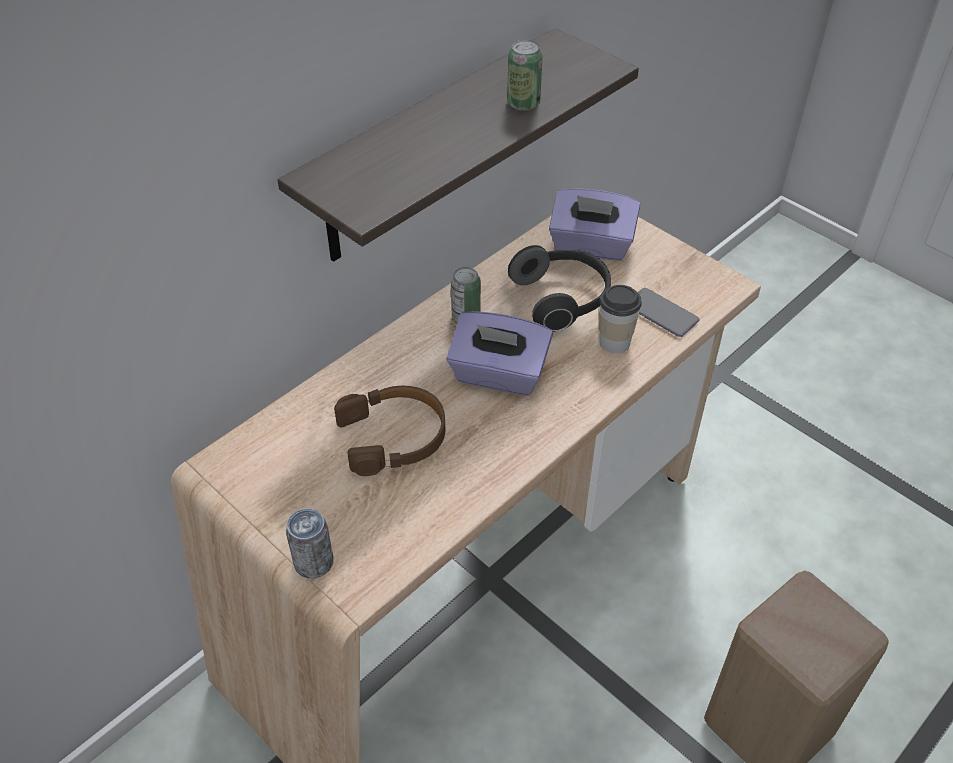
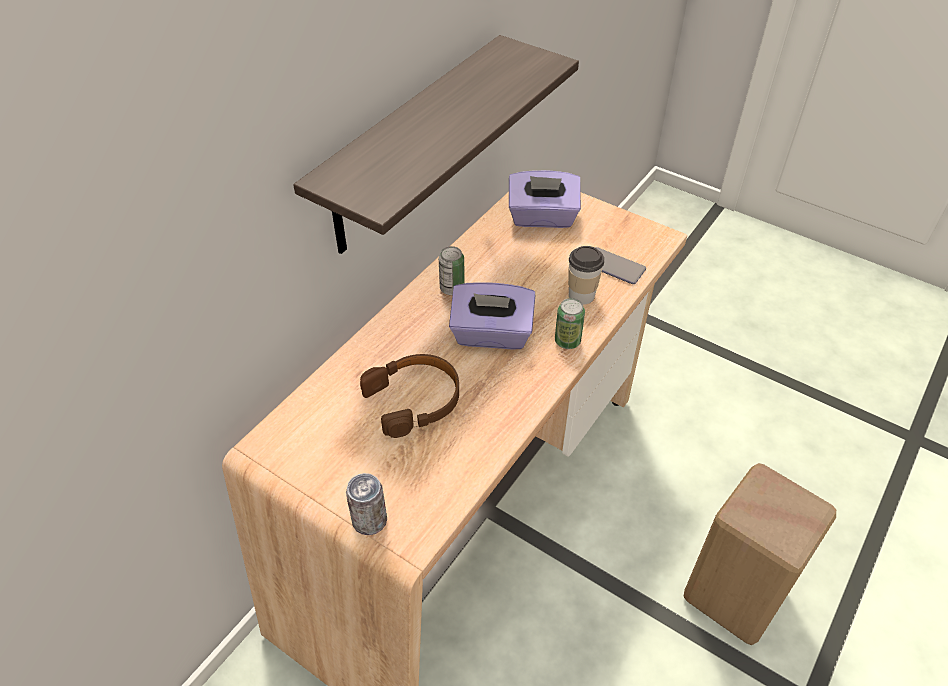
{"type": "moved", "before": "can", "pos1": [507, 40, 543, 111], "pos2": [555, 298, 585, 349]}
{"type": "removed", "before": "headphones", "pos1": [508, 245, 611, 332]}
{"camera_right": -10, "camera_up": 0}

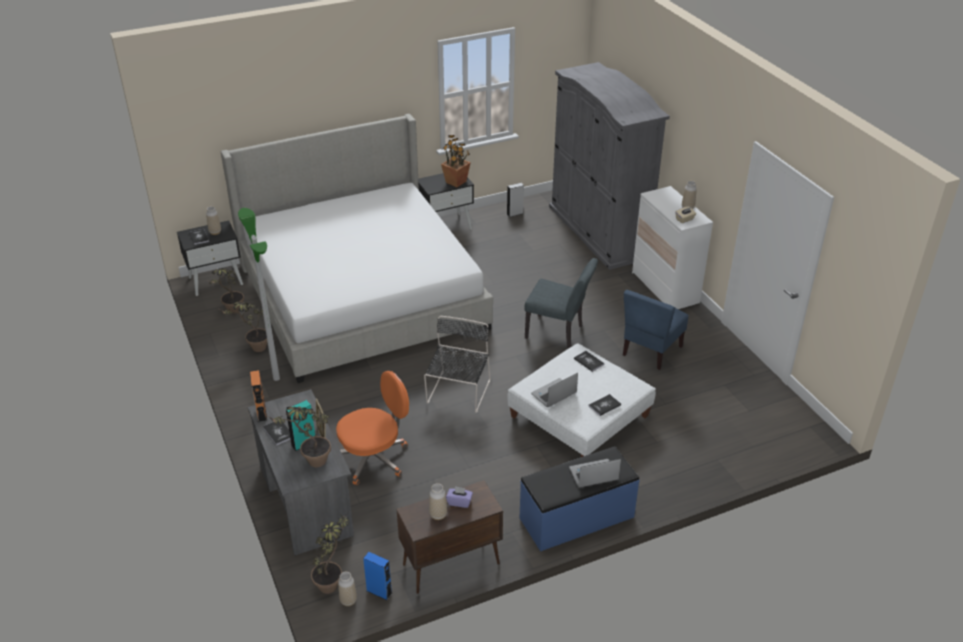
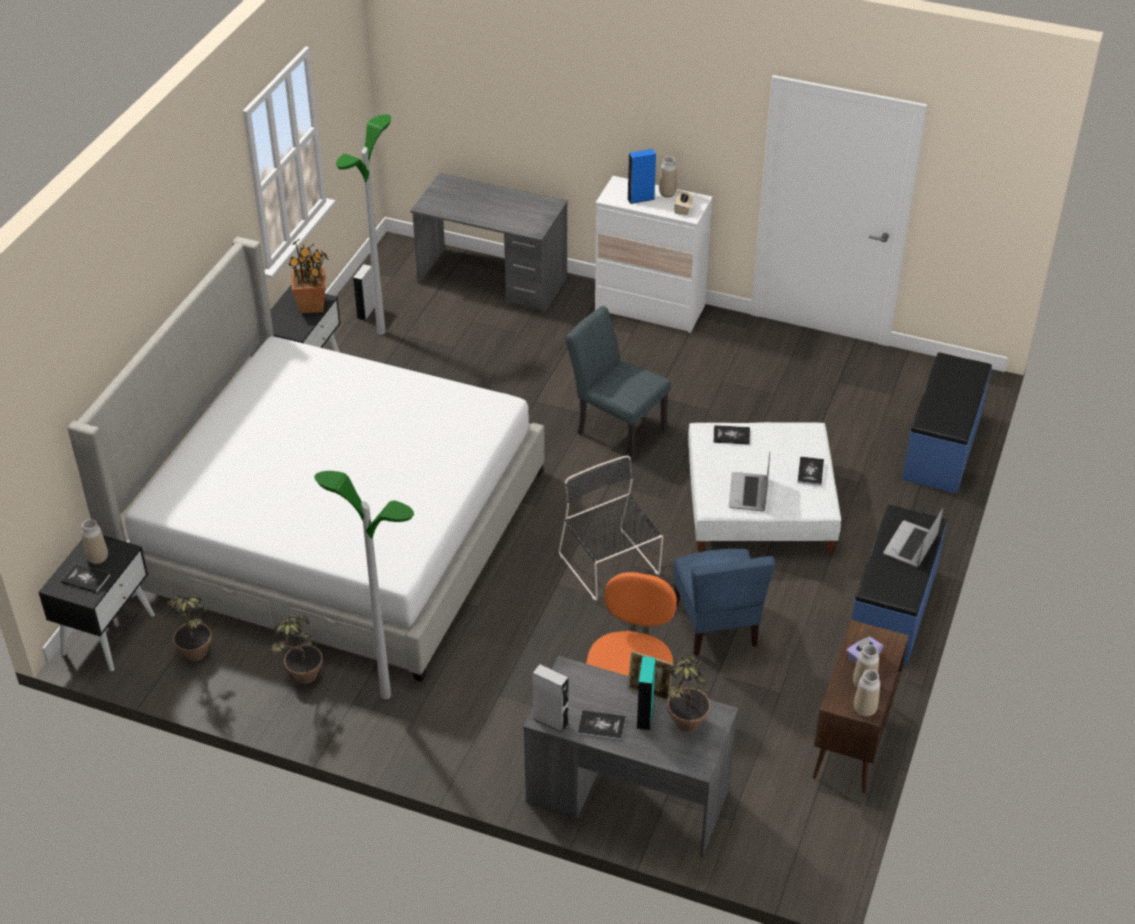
{"type": "recoloured", "before": "speaker (orange)", "after": "speaker (grey)", "pos1": [250, 370, 267, 422], "pos2": [532, 664, 569, 733]}
{"type": "removed", "before": "potted plant", "pos1": [311, 513, 349, 594]}
{"type": "moved", "before": "vase", "pos1": [338, 572, 357, 606], "pos2": [854, 669, 880, 717]}
{"type": "moved", "before": "speaker (blue)", "pos1": [363, 552, 392, 600], "pos2": [627, 149, 656, 204]}
{"type": "turned", "before": "chair (grey)", "pos1": [524, 258, 598, 349], "pos2": [565, 306, 671, 462], "turn": -120}
{"type": "replaced", "before": "wardrobe (grey)", "after": "desk (grey)", "pos1": [549, 62, 670, 270], "pos2": [410, 173, 568, 313]}
{"type": "moved", "before": "chair (blue)", "pos1": [623, 290, 689, 370], "pos2": [673, 549, 776, 656]}
{"type": "added", "after": "floor lamp", "pos2": [336, 114, 391, 335]}
{"type": "added", "after": "bench (blue)", "pos2": [902, 352, 992, 494]}
{"camera_right": -45, "camera_up": 5}

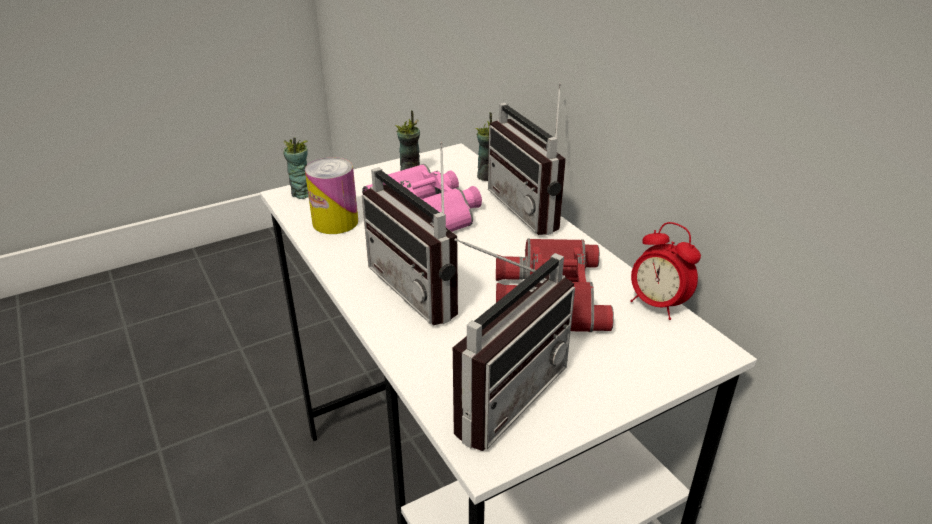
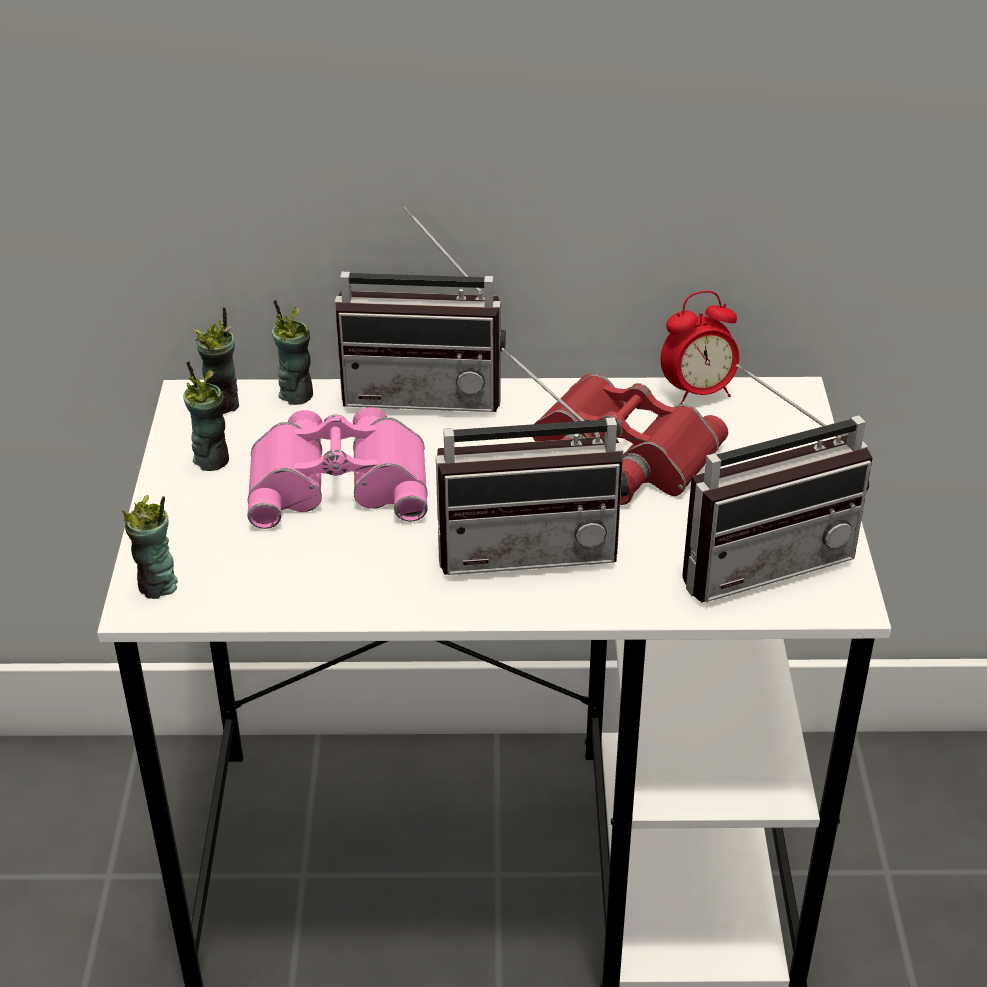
{"type": "removed", "before": "can", "pos1": [305, 157, 358, 234]}
{"type": "turned", "before": "radio", "pos1": [453, 238, 575, 451], "pos2": [682, 364, 873, 603], "turn": 90}
{"type": "added", "after": "cup", "pos2": [194, 307, 239, 414]}
{"camera_right": -60, "camera_up": 5}

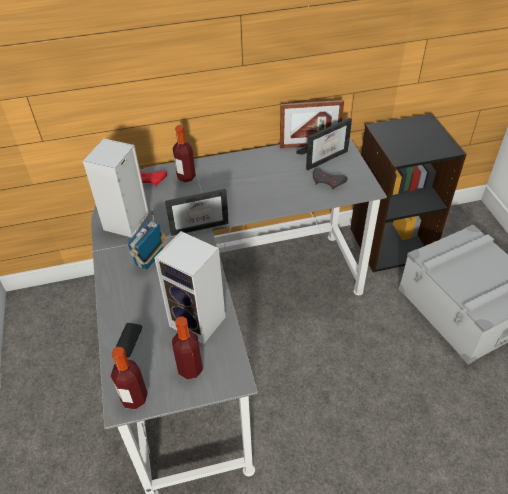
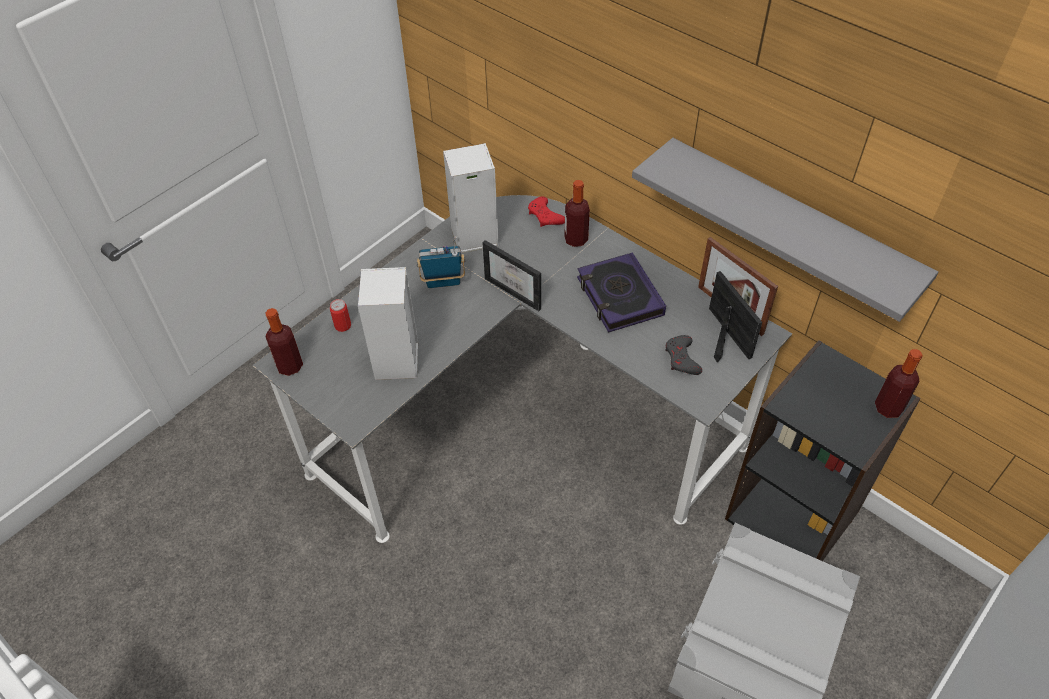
{"type": "replaced", "before": "phone", "after": "can", "pos1": [115, 323, 142, 357], "pos2": [330, 299, 351, 332]}
{"type": "moved", "before": "bottle", "pos1": [172, 316, 203, 379], "pos2": [875, 349, 923, 418]}
{"type": "turned", "before": "picture frame", "pos1": [296, 118, 352, 170], "pos2": [709, 271, 762, 363], "turn": -135}
{"type": "added", "after": "book", "pos2": [577, 252, 666, 333]}
{"type": "added", "after": "shelf (grey)", "pos2": [632, 138, 938, 322]}
{"camera_right": 55, "camera_up": 5}

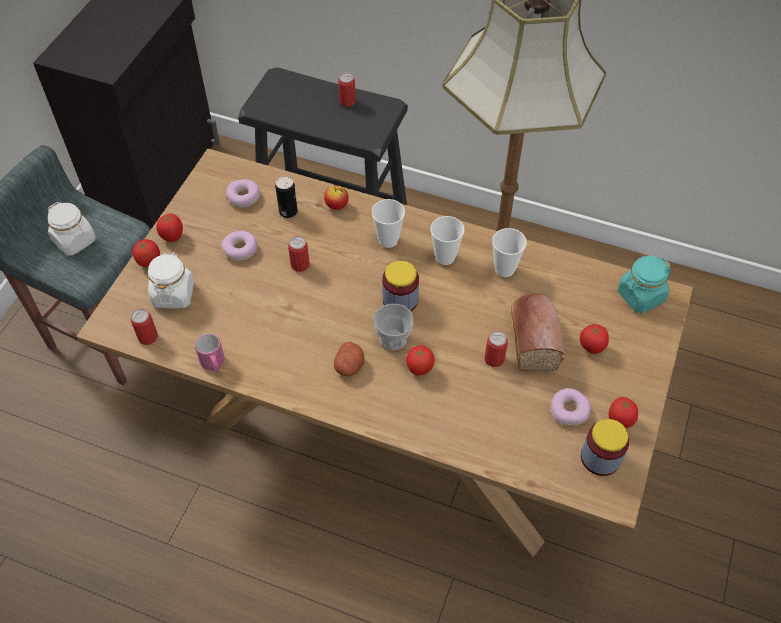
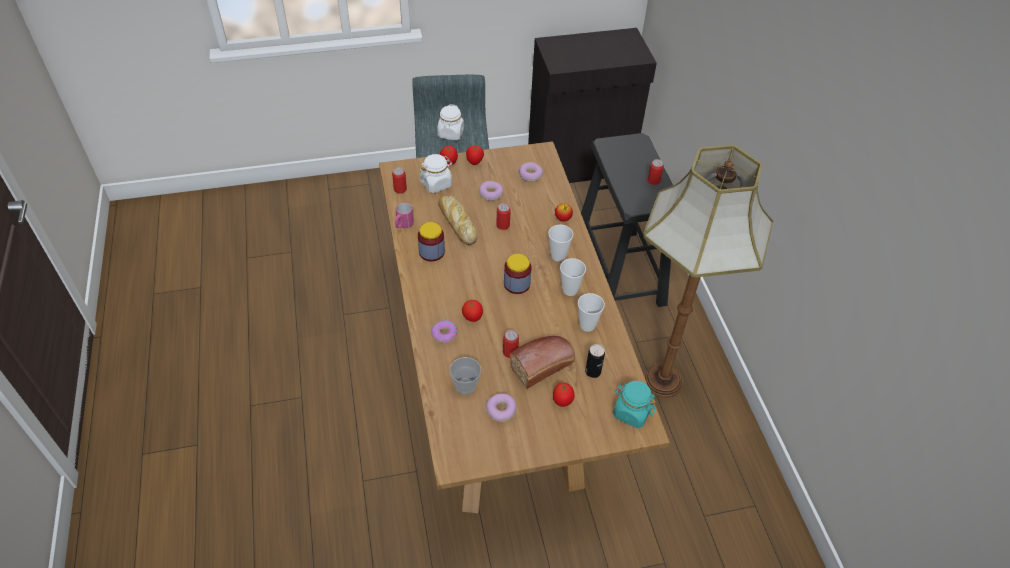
{"type": "moved", "before": "can", "pos1": [275, 176, 298, 218], "pos2": [585, 344, 605, 378]}
{"type": "removed", "before": "potato", "pos1": [334, 342, 364, 376]}
{"type": "moved", "before": "cup", "pos1": [374, 304, 414, 350], "pos2": [449, 357, 481, 394]}
{"type": "moved", "before": "jar", "pos1": [581, 419, 629, 476], "pos2": [418, 222, 445, 262]}
{"type": "removed", "before": "tomato", "pos1": [608, 397, 638, 428]}
{"type": "added", "after": "donut", "pos2": [431, 320, 457, 343]}
{"type": "added", "after": "bread", "pos2": [438, 196, 478, 245]}
{"camera_right": 55, "camera_up": -5}

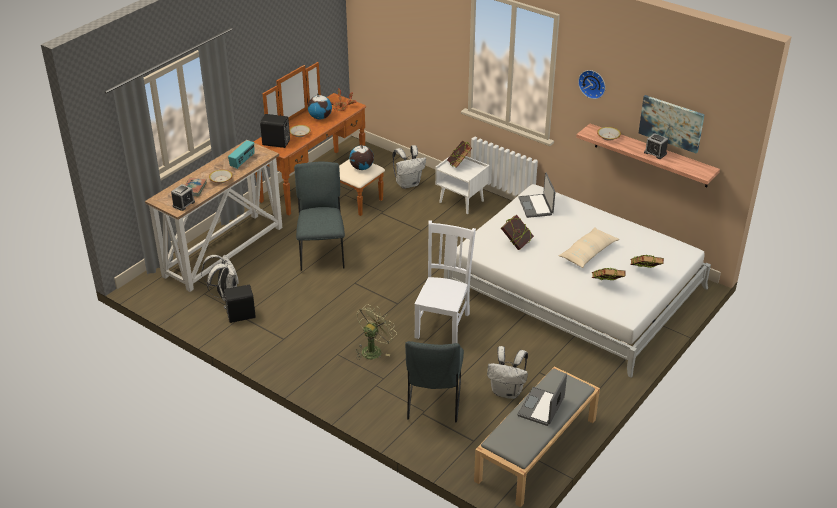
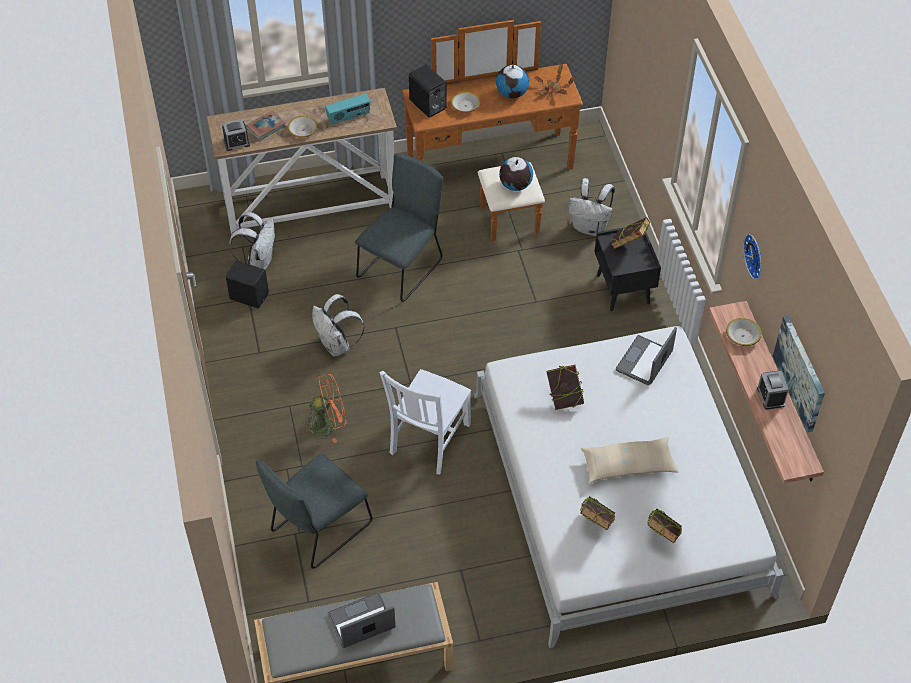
{"type": "recoloured", "before": "fan (green)", "after": "fan (orange)", "pos1": [355, 304, 397, 360], "pos2": [301, 374, 347, 443]}
{"type": "turned", "before": "chair (white)", "pos1": [414, 221, 476, 344], "pos2": [380, 369, 471, 474], "turn": 150}
{"type": "recoloured", "before": "nightstand (white)", "after": "nightstand (black)", "pos1": [435, 156, 490, 214], "pos2": [595, 227, 661, 311]}
{"type": "moved", "before": "backpack (white)", "pos1": [487, 346, 528, 399], "pos2": [312, 294, 365, 357]}
{"camera_right": 40, "camera_up": 15}

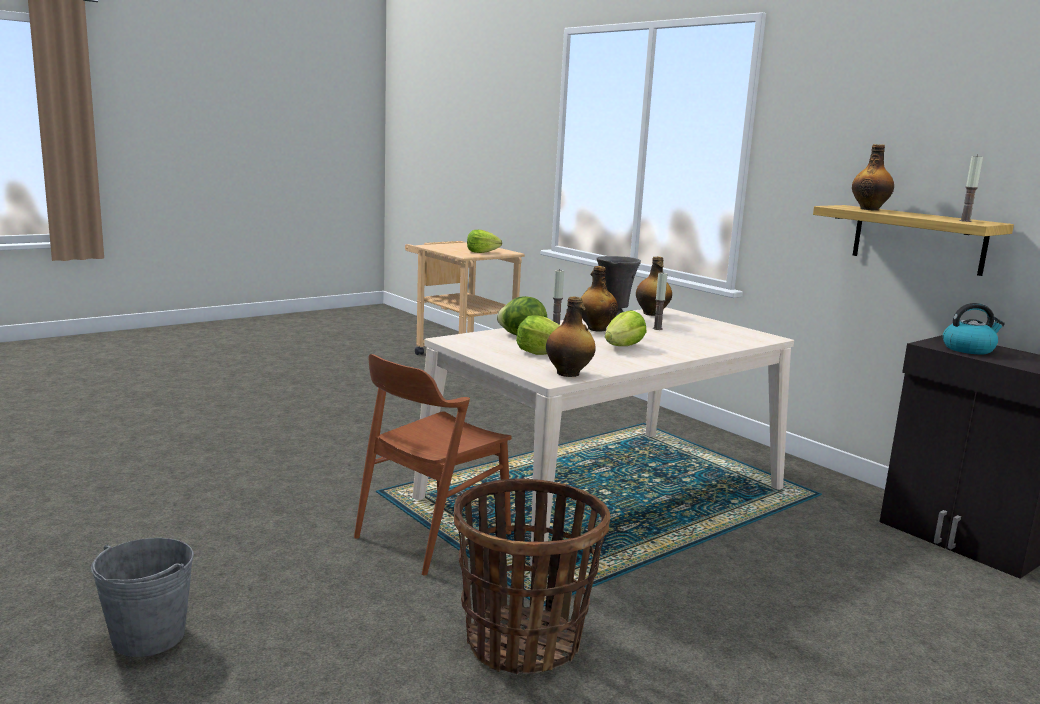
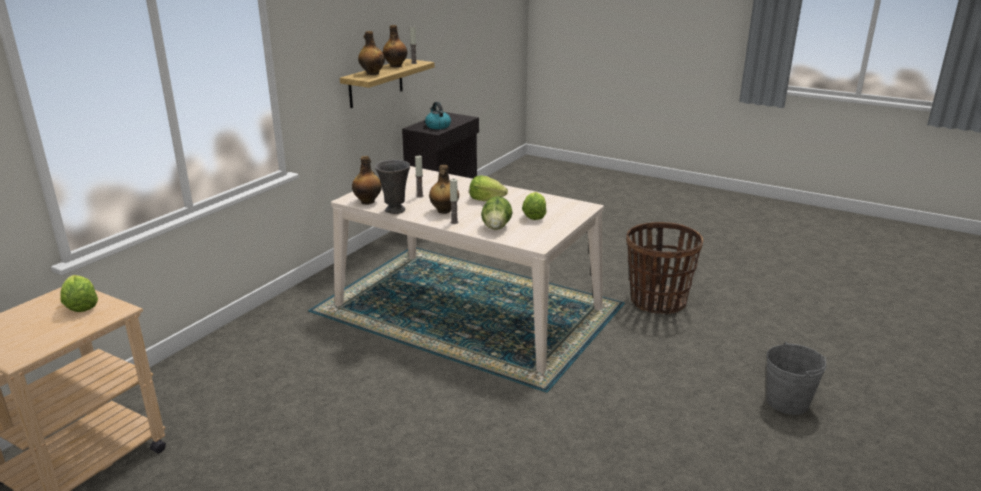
{"type": "removed", "before": "chair (brown)", "pos1": [354, 354, 512, 575]}
{"type": "moved", "before": "bottle", "pos1": [546, 297, 596, 377], "pos2": [383, 25, 407, 67]}
{"camera_right": -110, "camera_up": 10}

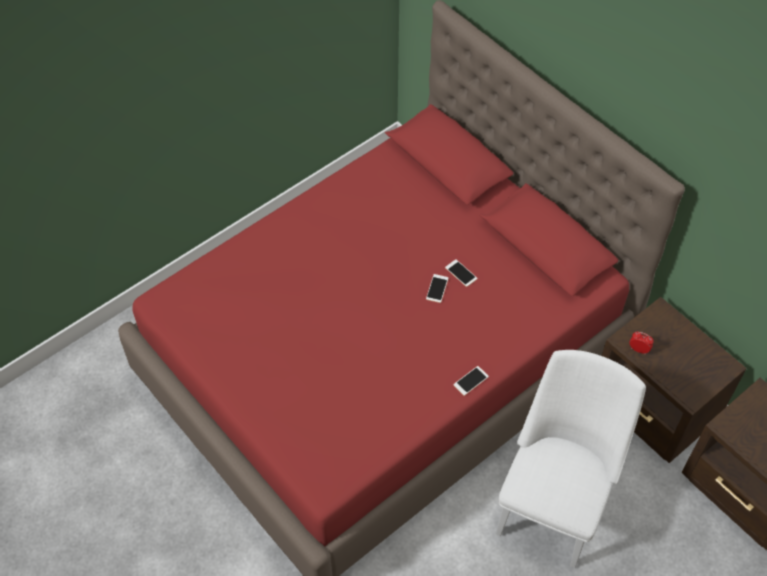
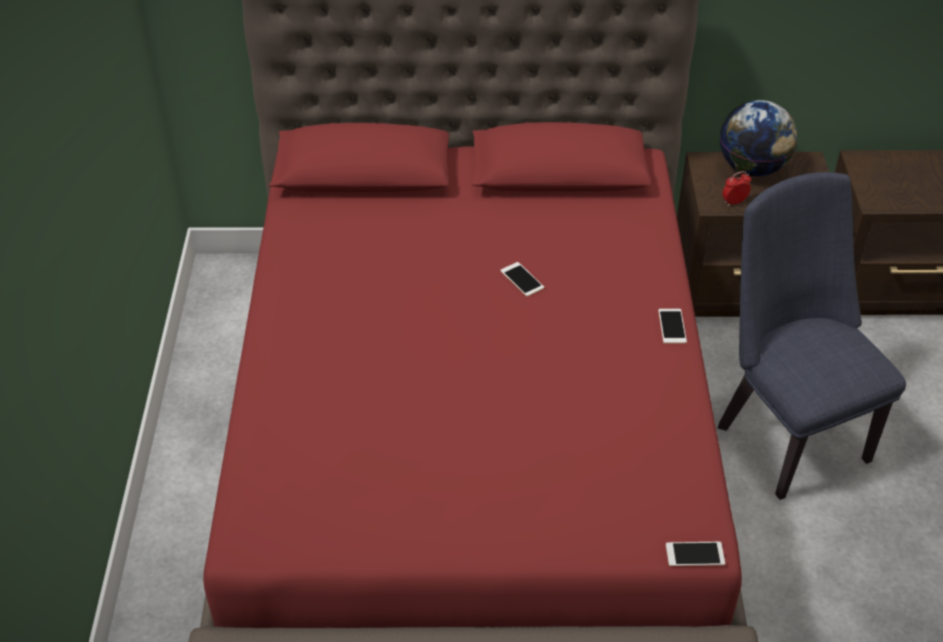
{"type": "moved", "before": "phone", "pos1": [445, 259, 477, 287], "pos2": [666, 542, 725, 566]}
{"type": "recoloured", "before": "chair (white)", "after": "chair (blue)", "pos1": [496, 350, 646, 568], "pos2": [717, 172, 906, 500]}
{"type": "added", "after": "globe", "pos2": [720, 100, 797, 176]}
{"camera_right": -50, "camera_up": -10}

